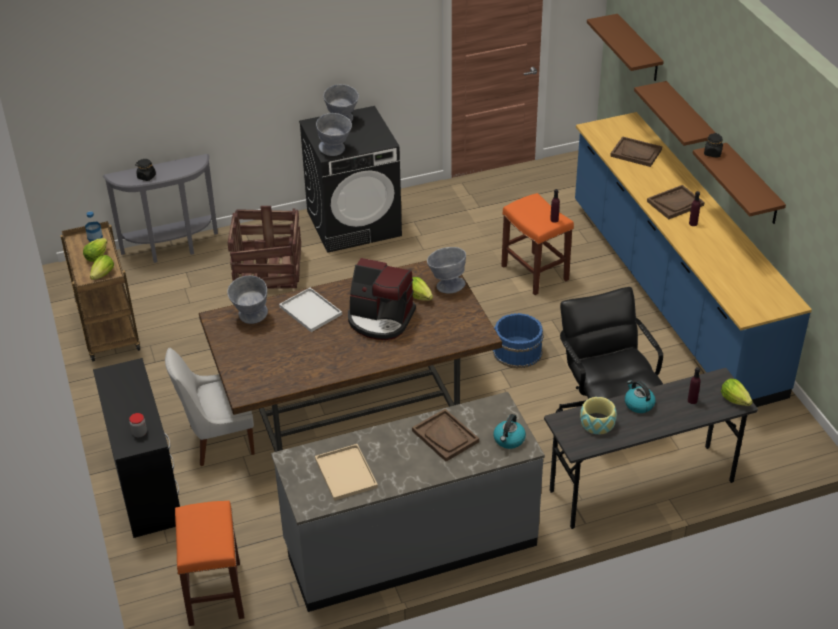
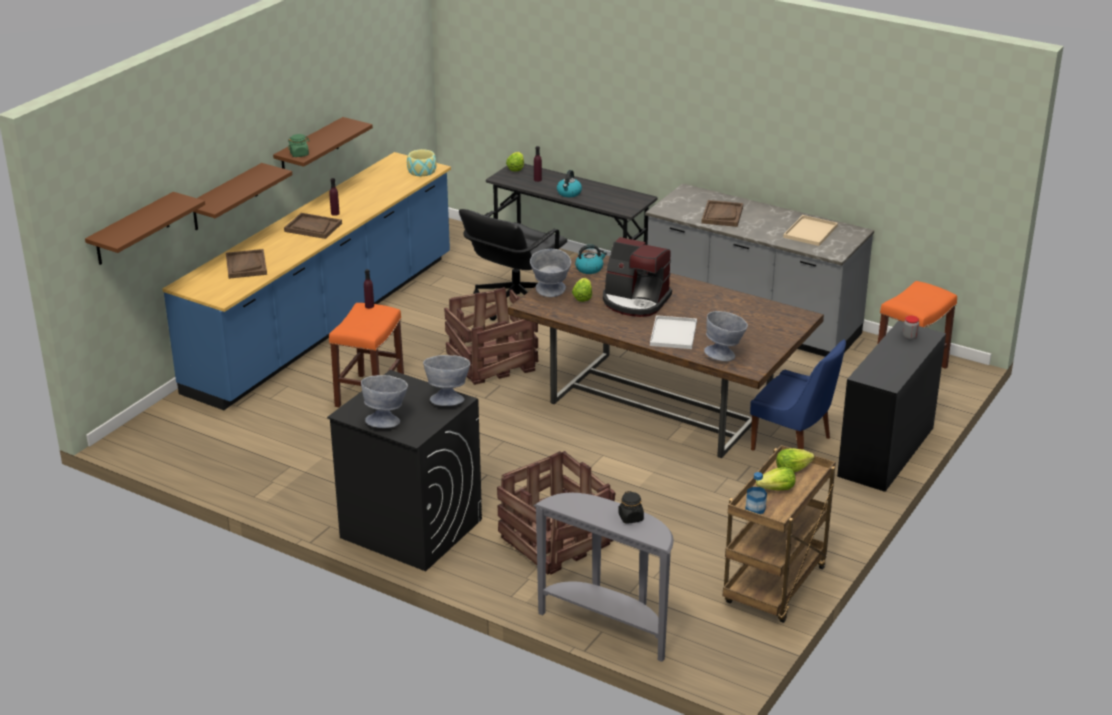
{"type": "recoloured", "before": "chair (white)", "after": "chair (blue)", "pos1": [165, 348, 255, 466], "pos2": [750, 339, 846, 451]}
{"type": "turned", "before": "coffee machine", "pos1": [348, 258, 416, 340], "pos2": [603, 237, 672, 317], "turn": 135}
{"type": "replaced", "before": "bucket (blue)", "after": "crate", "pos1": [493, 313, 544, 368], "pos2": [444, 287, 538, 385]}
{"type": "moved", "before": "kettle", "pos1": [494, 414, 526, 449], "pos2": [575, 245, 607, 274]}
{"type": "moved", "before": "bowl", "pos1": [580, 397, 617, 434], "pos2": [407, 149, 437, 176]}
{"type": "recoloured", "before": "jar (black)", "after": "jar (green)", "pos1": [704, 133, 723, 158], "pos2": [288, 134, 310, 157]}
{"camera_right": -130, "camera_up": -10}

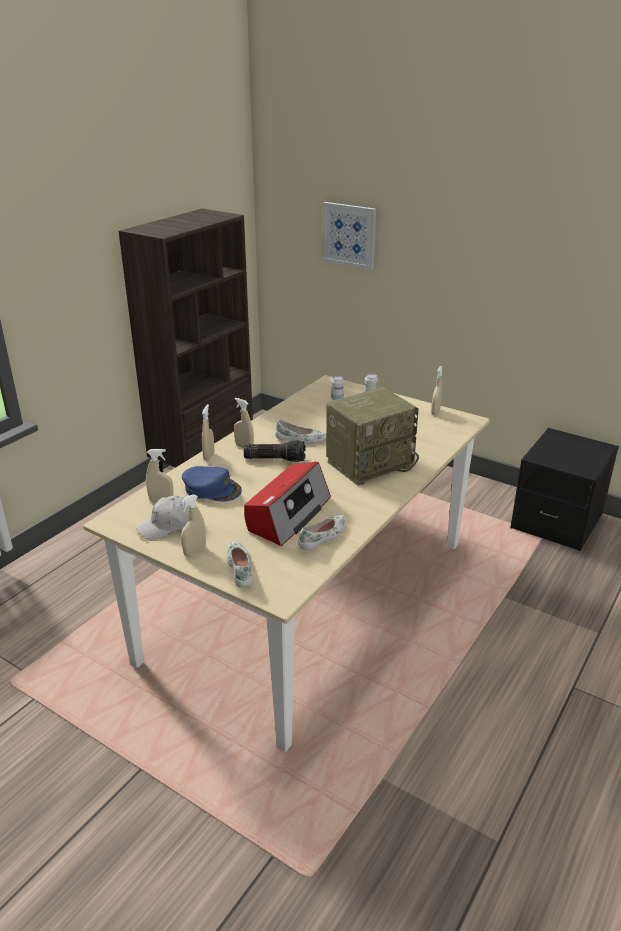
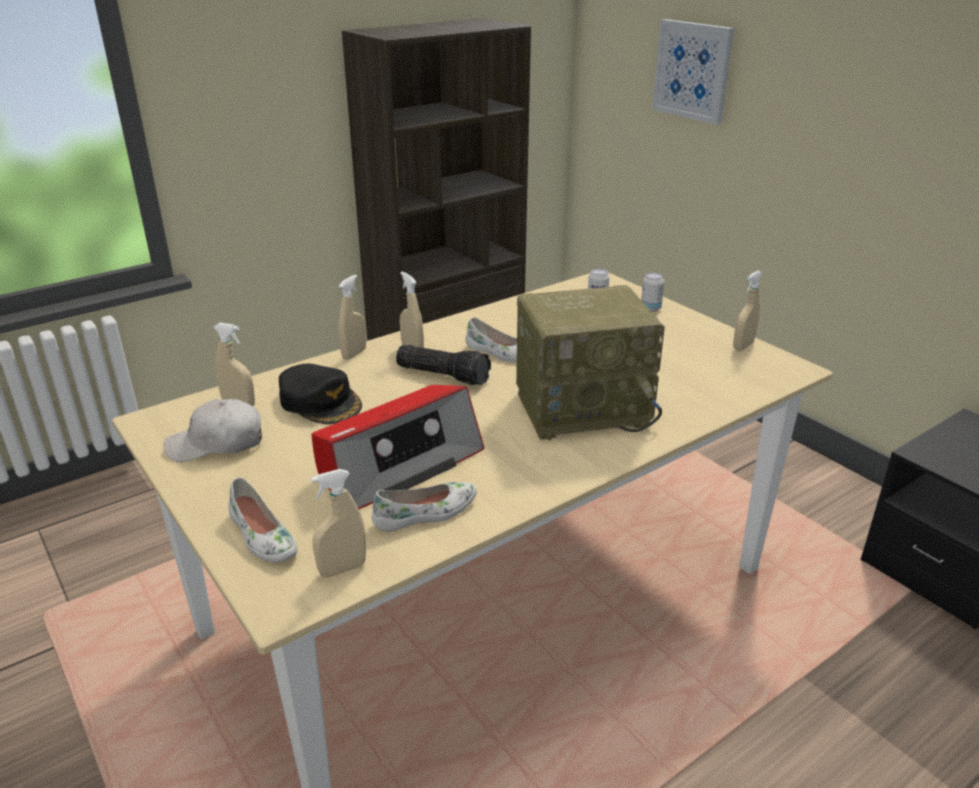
{"type": "moved", "before": "spray bottle (beige)", "pos1": [180, 494, 206, 556], "pos2": [310, 469, 366, 577]}
{"type": "recoloured", "before": "cap (blue)", "after": "cap (black)", "pos1": [182, 466, 242, 502], "pos2": [279, 364, 362, 424]}
{"type": "turned", "before": "shoe (white)", "pos1": [226, 541, 253, 587], "pos2": [229, 477, 297, 562], "turn": 135}
{"camera_right": 20, "camera_up": 0}

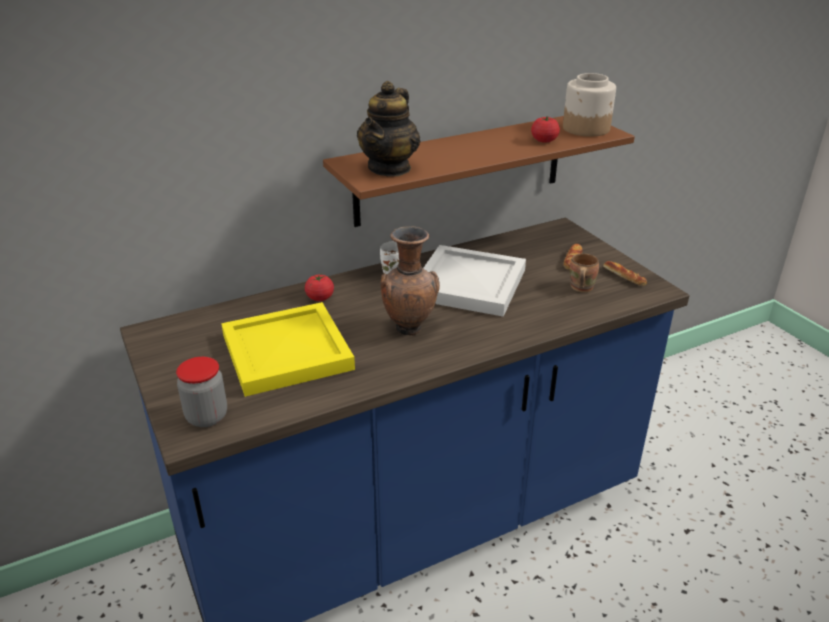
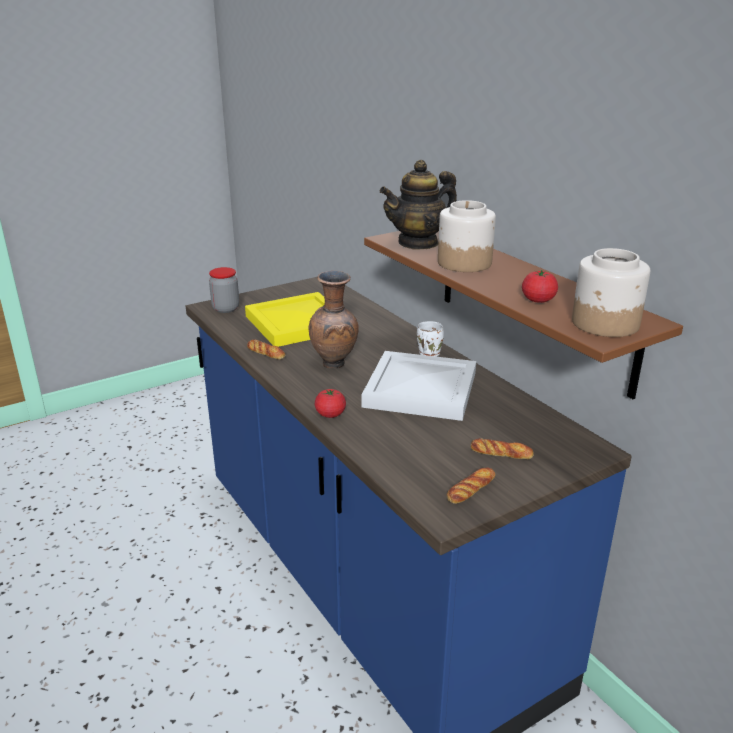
{"type": "moved", "before": "tomato", "pos1": [305, 274, 334, 301], "pos2": [315, 389, 346, 418]}
{"type": "turned", "before": "teapot", "pos1": [357, 81, 421, 176], "pos2": [380, 160, 457, 250], "turn": -45}
{"type": "removed", "before": "mug (brown)", "pos1": [570, 253, 599, 292]}
{"type": "added", "after": "bread", "pos2": [247, 340, 285, 360]}
{"type": "added", "after": "jar", "pos2": [438, 200, 496, 272]}
{"camera_right": 85, "camera_up": -5}

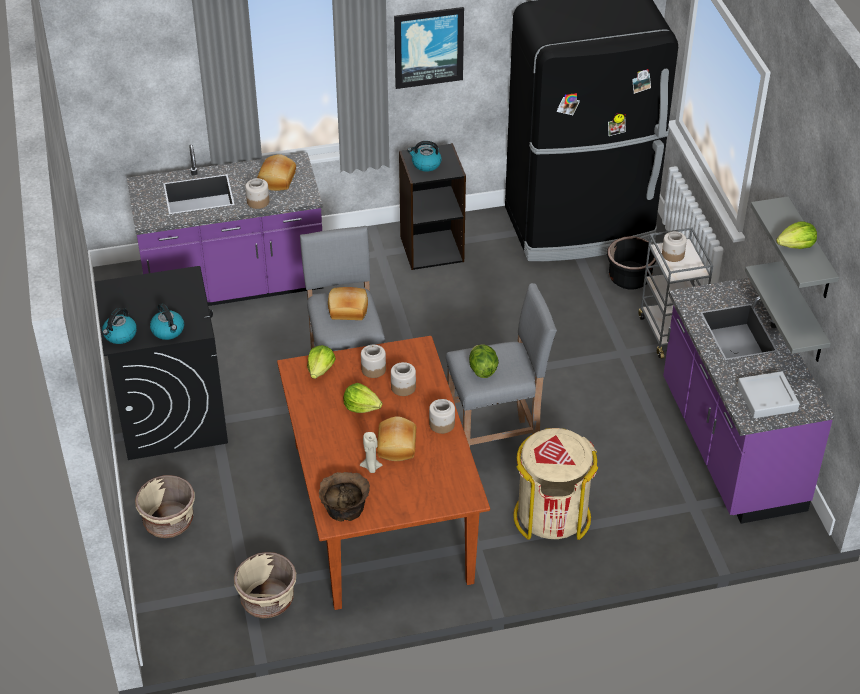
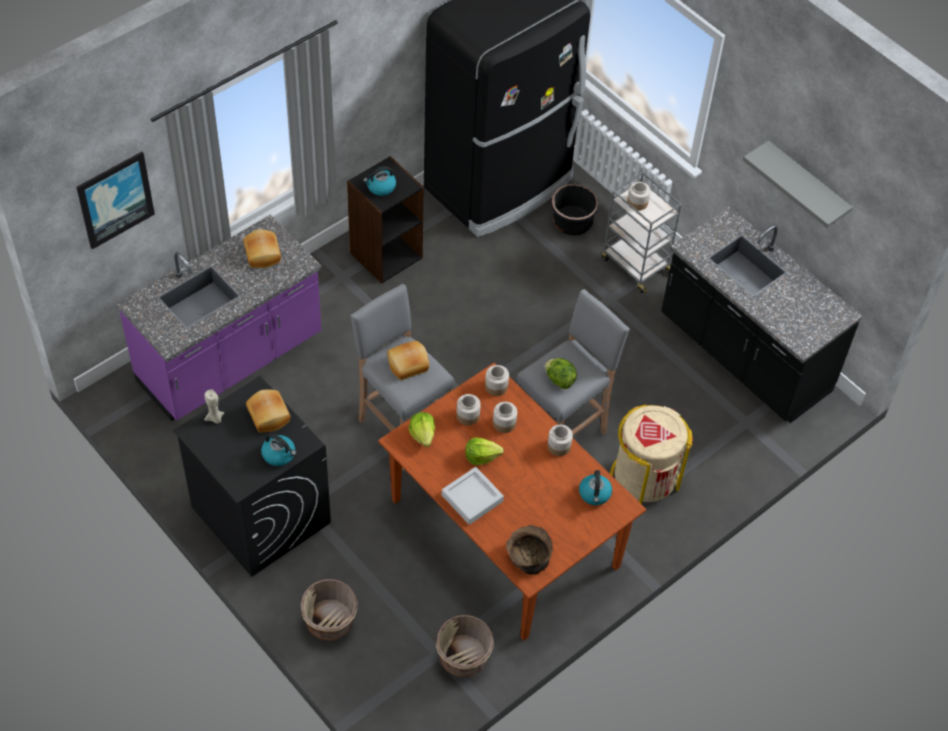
{"type": "moved", "before": "kettle", "pos1": [102, 307, 137, 344], "pos2": [579, 470, 612, 505]}
{"type": "moved", "before": "jar", "pos1": [245, 178, 269, 209], "pos2": [485, 365, 509, 396]}
{"type": "moved", "before": "candle (beige)", "pos1": [360, 432, 382, 473], "pos2": [204, 390, 224, 424]}
{"type": "moved", "before": "bread", "pos1": [377, 416, 416, 461], "pos2": [246, 390, 291, 433]}
{"type": "moved", "before": "picture", "pos1": [394, 7, 464, 89], "pos2": [76, 152, 155, 249]}
{"type": "recoloured", "before": "counter (purple)", "after": "counter (black)", "pos1": [663, 278, 835, 524], "pos2": [661, 206, 863, 423]}
{"type": "moved", "before": "tray (grey)", "pos1": [737, 371, 800, 418], "pos2": [442, 467, 504, 525]}
{"type": "removed", "before": "shelf (grey)", "pos1": [745, 261, 831, 362]}
{"type": "removed", "before": "lettuce", "pos1": [776, 221, 817, 249]}
{"camera_right": -30, "camera_up": 10}

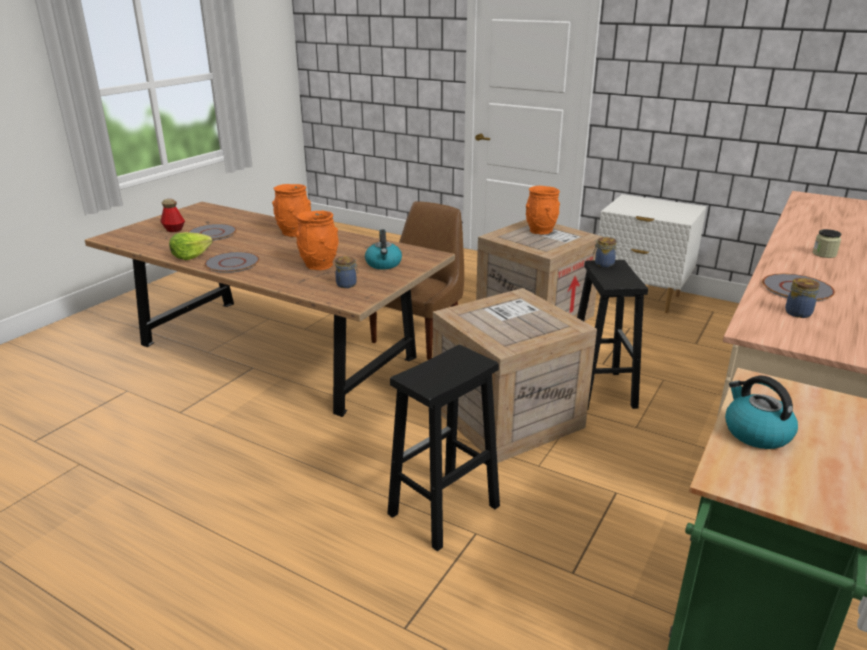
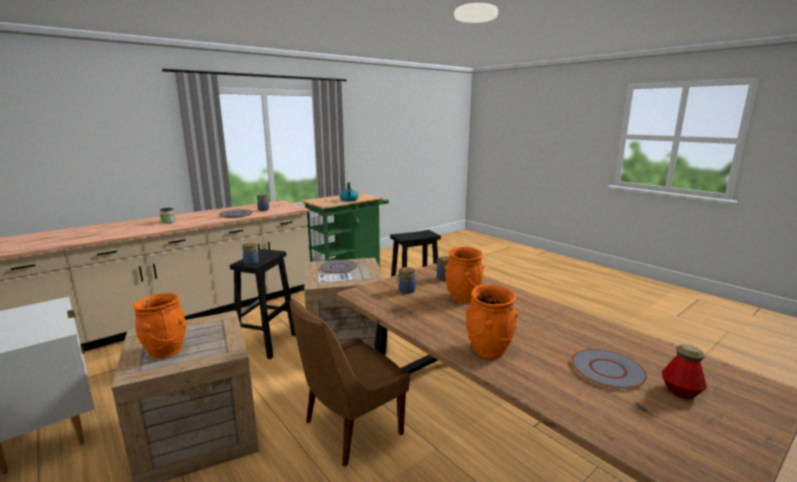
{"type": "removed", "before": "lettuce", "pos1": [169, 232, 213, 260]}
{"type": "moved", "before": "plate (grey)", "pos1": [205, 252, 259, 273], "pos2": [320, 260, 357, 274]}
{"type": "replaced", "before": "kettle", "after": "jar", "pos1": [365, 229, 402, 269], "pos2": [397, 267, 416, 294]}
{"camera_right": -160, "camera_up": -10}

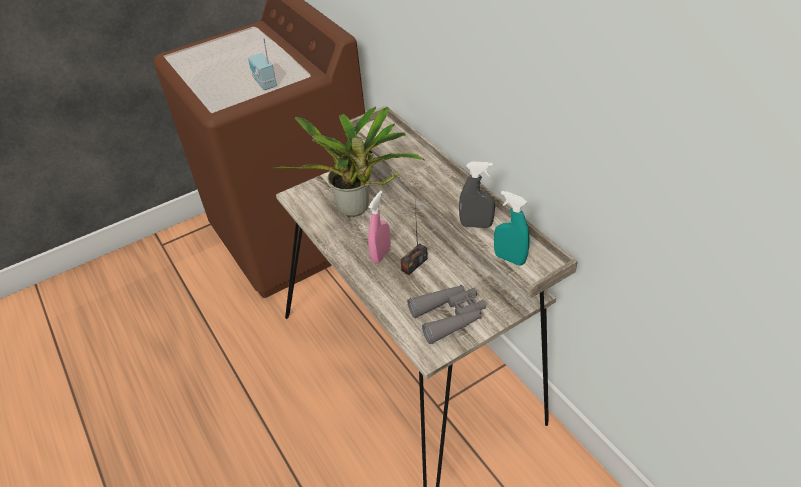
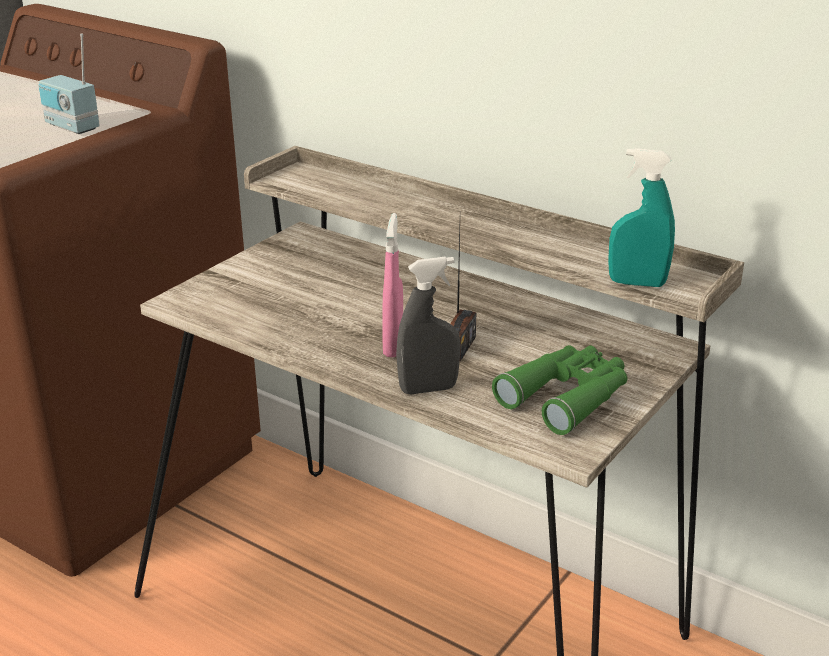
{"type": "removed", "before": "potted plant", "pos1": [273, 106, 425, 217]}
{"type": "recoloured", "before": "binoculars (grey)", "after": "binoculars (green)", "pos1": [407, 285, 486, 344], "pos2": [492, 345, 627, 435]}
{"type": "moved", "before": "spray bottle (grey)", "pos1": [459, 162, 495, 228], "pos2": [396, 257, 461, 394]}
{"camera_right": -25, "camera_up": -15}

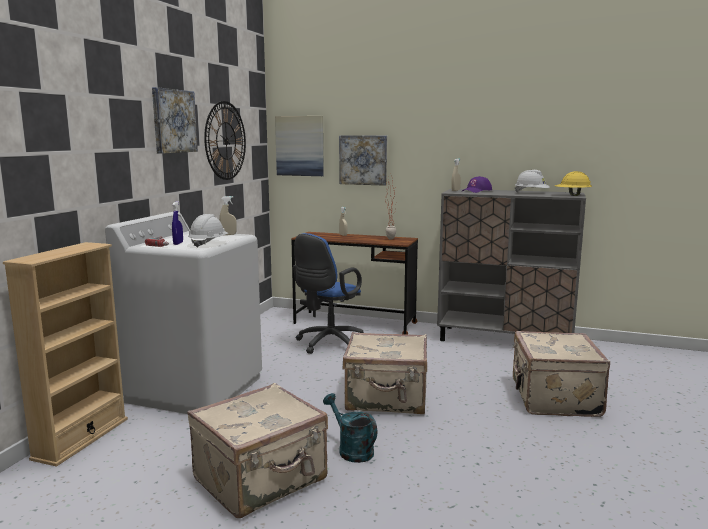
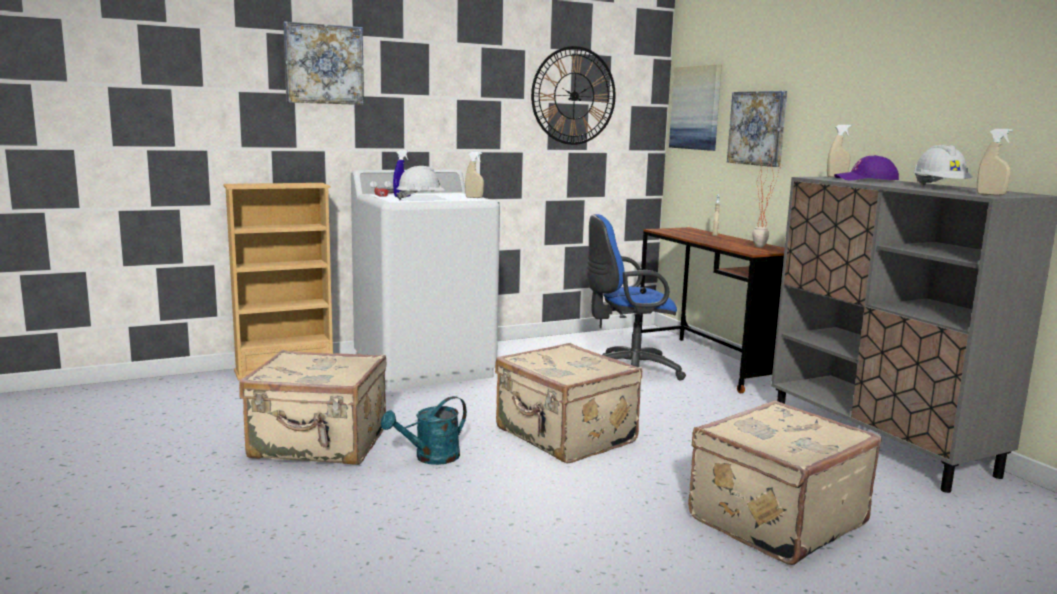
{"type": "moved", "before": "picture", "pos1": [152, 87, 198, 154], "pos2": [283, 21, 364, 105]}
{"type": "turned", "before": "watering can (turquoise)", "pos1": [323, 393, 377, 463], "pos2": [381, 396, 467, 465], "turn": -135}
{"type": "replaced", "before": "hard hat (yellow)", "after": "spray bottle (beige)", "pos1": [555, 171, 592, 196], "pos2": [977, 129, 1013, 196]}
{"camera_right": 45, "camera_up": 0}

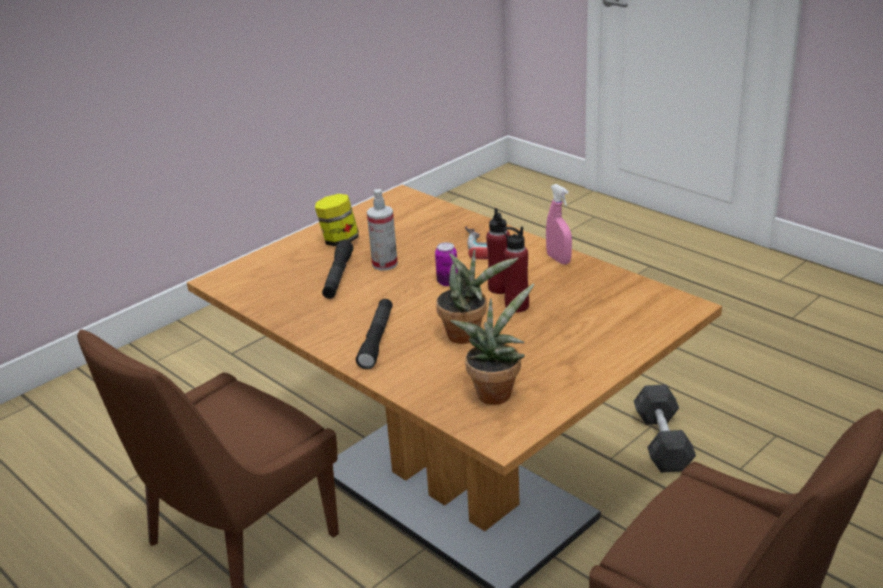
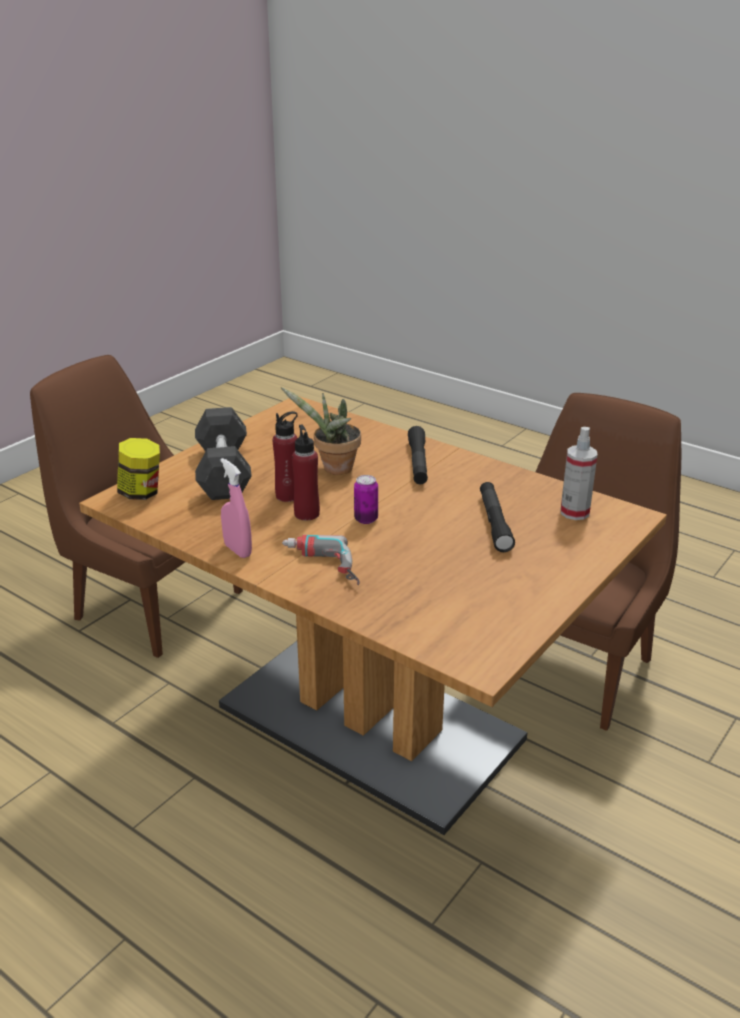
{"type": "moved", "before": "jar", "pos1": [315, 194, 359, 246], "pos2": [117, 438, 160, 500]}
{"type": "moved", "before": "spray bottle", "pos1": [367, 189, 398, 271], "pos2": [561, 427, 597, 520]}
{"type": "removed", "before": "potted plant", "pos1": [450, 284, 535, 405]}
{"type": "moved", "before": "dumbbell (grey)", "pos1": [634, 384, 696, 473], "pos2": [195, 407, 252, 500]}
{"camera_right": 170, "camera_up": 0}

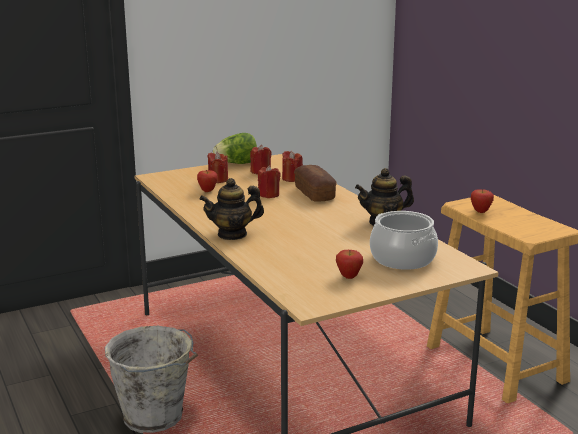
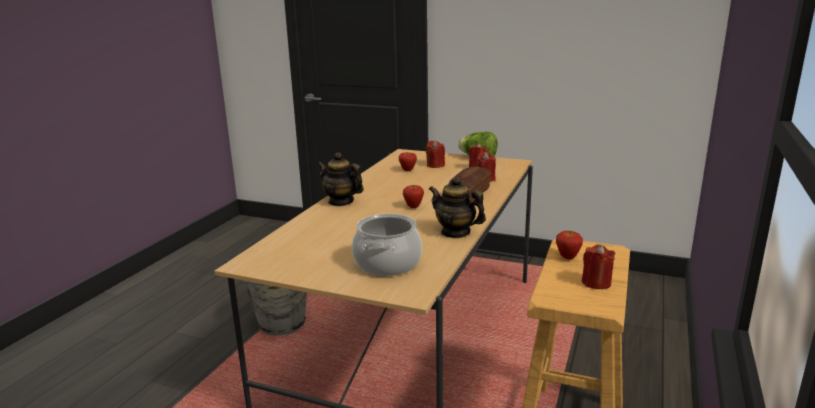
{"type": "moved", "before": "candle (red)", "pos1": [258, 165, 281, 198], "pos2": [582, 245, 615, 289]}
{"type": "moved", "before": "apple", "pos1": [336, 250, 363, 279], "pos2": [403, 185, 424, 208]}
{"camera_right": 50, "camera_up": 0}

